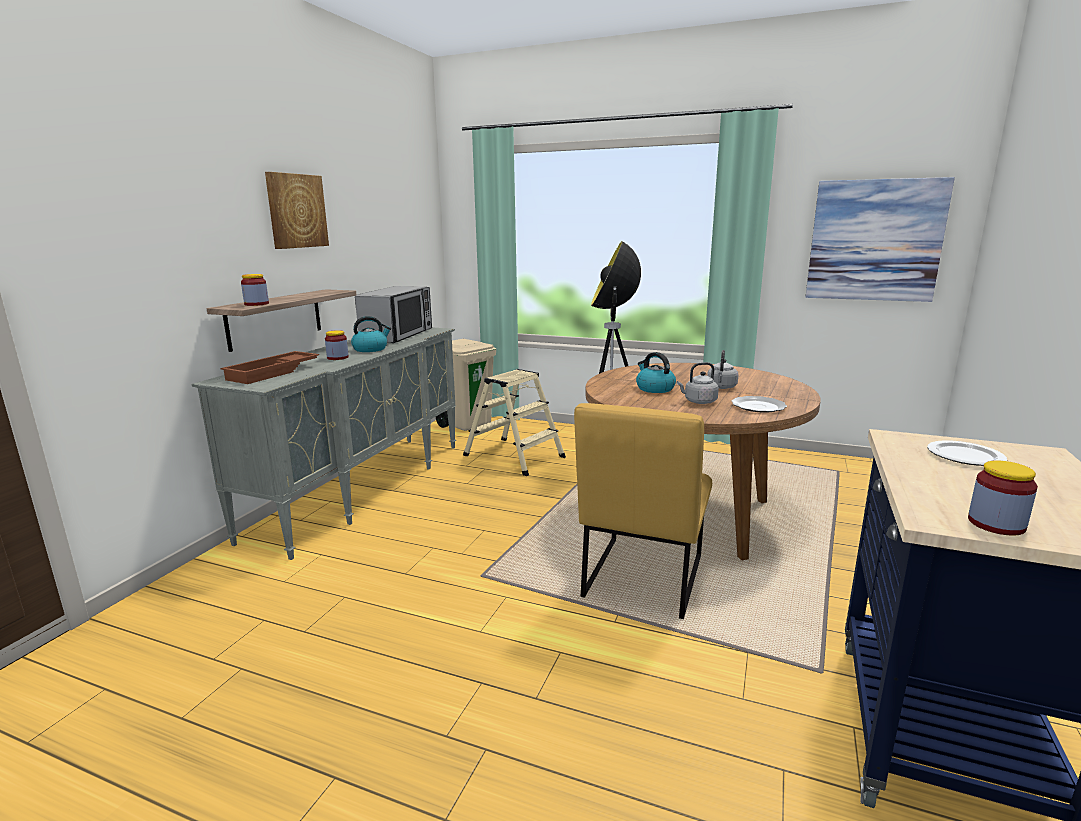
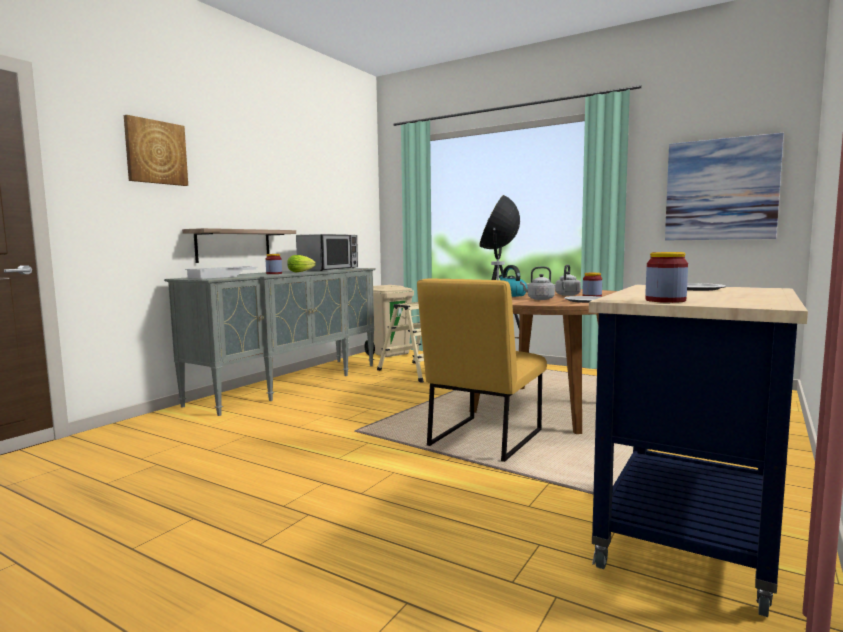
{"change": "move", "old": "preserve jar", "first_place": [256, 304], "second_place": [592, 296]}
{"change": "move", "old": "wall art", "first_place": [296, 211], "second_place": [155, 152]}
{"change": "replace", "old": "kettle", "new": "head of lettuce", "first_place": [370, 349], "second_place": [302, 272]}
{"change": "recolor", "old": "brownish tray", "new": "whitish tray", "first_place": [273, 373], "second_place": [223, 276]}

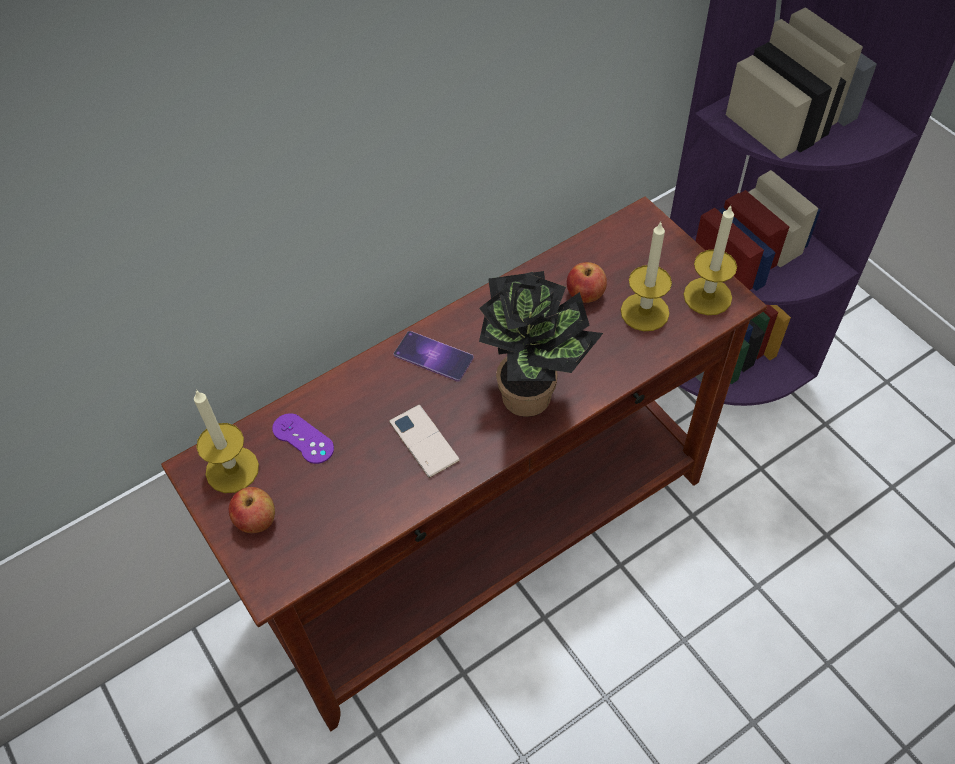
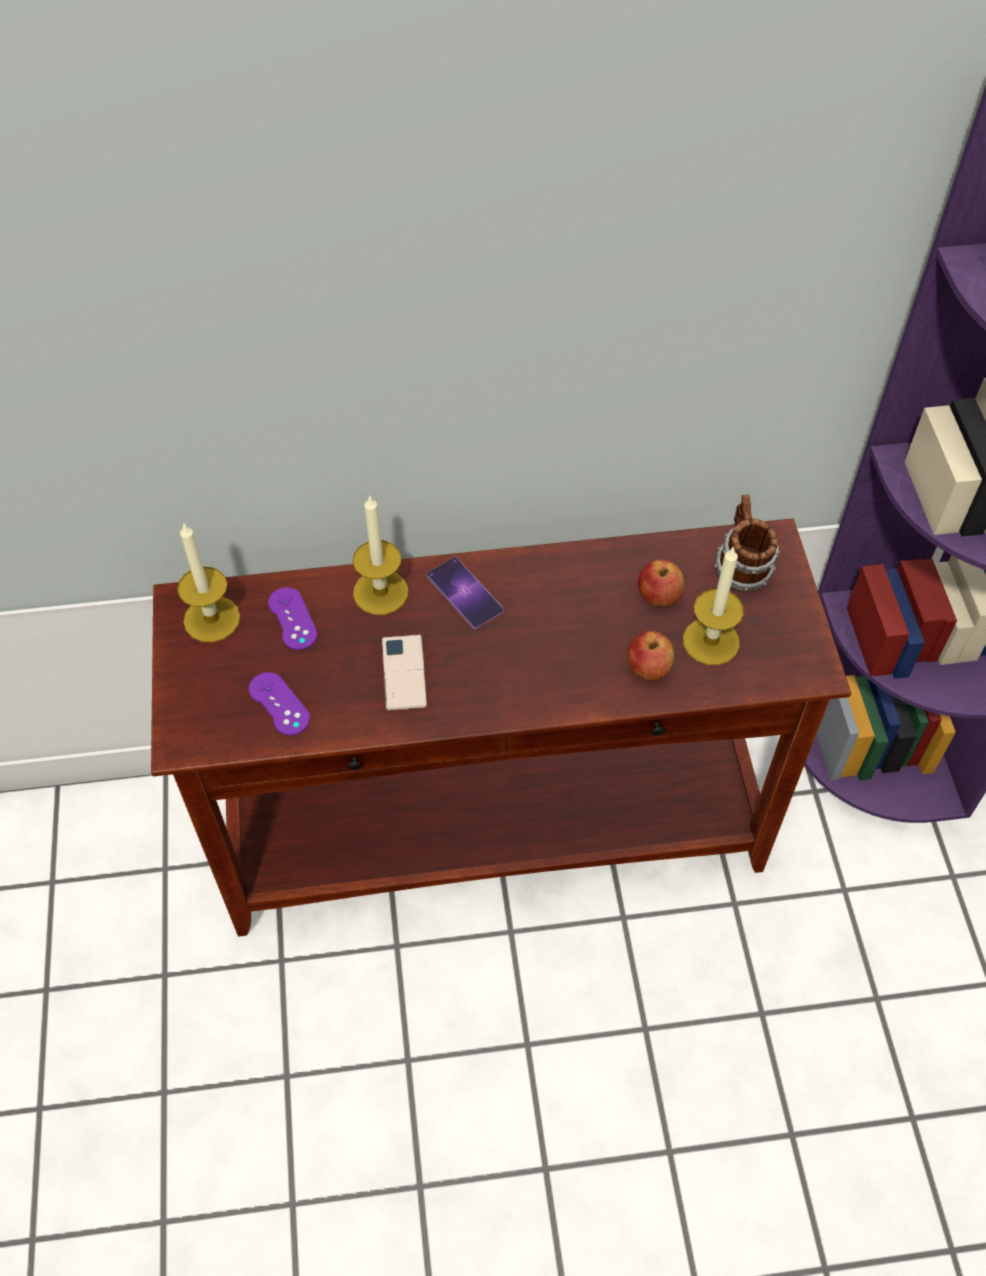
{"change": "delete", "old": "potted plant", "first_place": [534, 398]}
{"change": "insert", "new": "purple joypad", "second_place": [279, 704]}
{"change": "insert", "new": "coffee mug", "second_place": [740, 569]}
{"change": "move", "old": "apple", "first_place": [256, 521], "second_place": [648, 669]}
{"change": "move", "old": "wax light", "first_place": [707, 296], "second_place": [380, 592]}

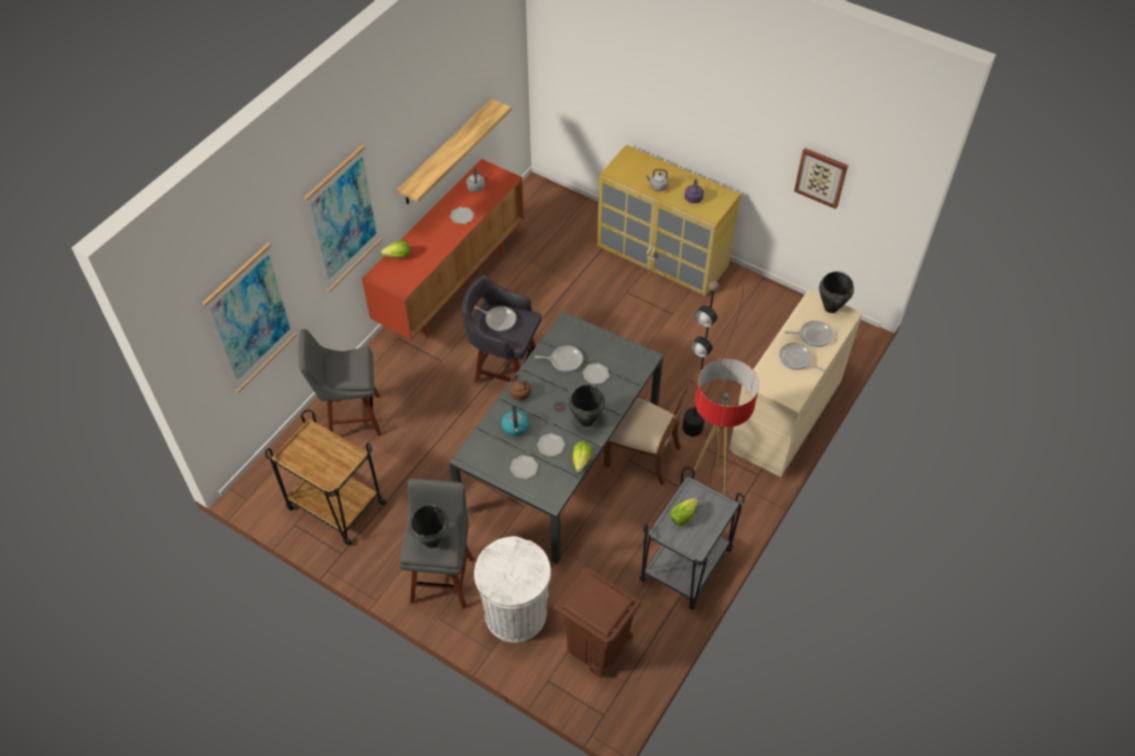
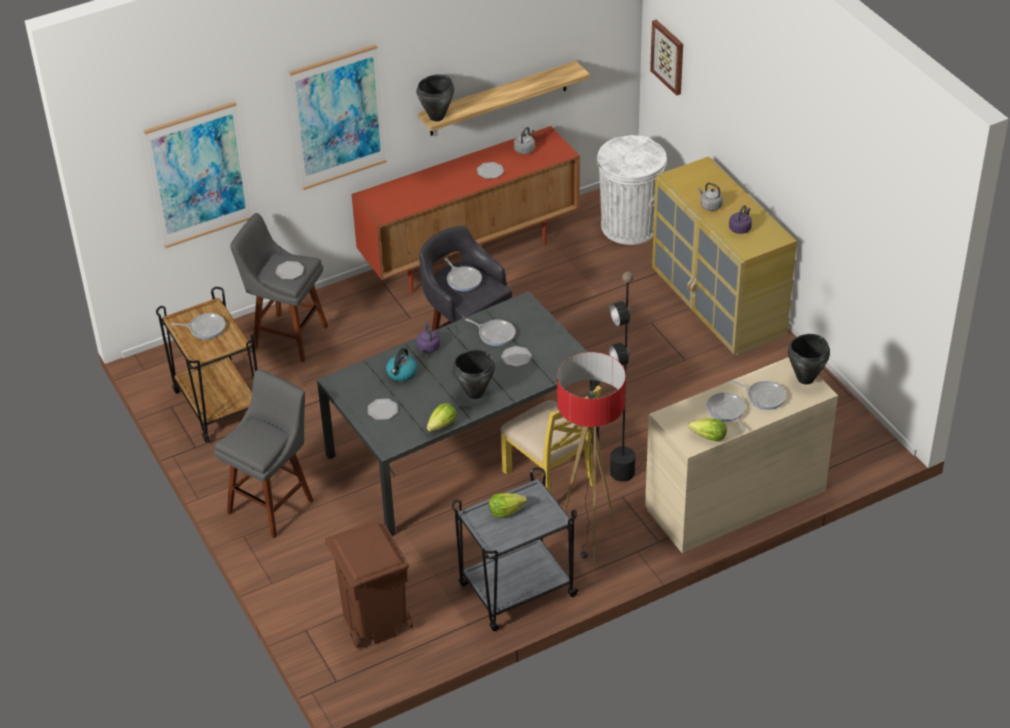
{"change": "insert", "new": "frying pan", "second_place": [205, 328]}
{"change": "move", "old": "head of lettuce", "first_place": [398, 256], "second_place": [709, 437]}
{"change": "move", "old": "black cooking pot", "first_place": [432, 541], "second_place": [437, 117]}
{"change": "move", "old": "whitish waste bin", "first_place": [515, 614], "second_place": [629, 226]}
{"change": "move", "old": "plate", "first_place": [551, 446], "second_place": [290, 271]}
{"change": "move", "old": "wall art", "first_place": [821, 177], "second_place": [668, 56]}
{"change": "recolor", "old": "brownish kettle", "new": "purple kettle", "first_place": [519, 393], "second_place": [428, 346]}
{"change": "recolor", "old": "brownish upright chair", "new": "yellow-coloured upright chair", "first_place": [643, 455], "second_place": [550, 478]}

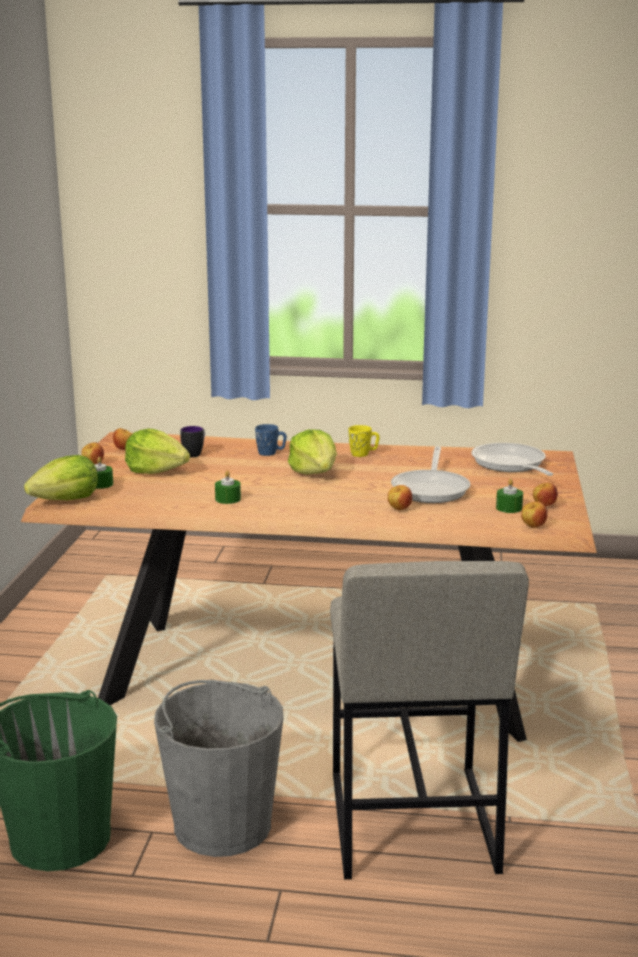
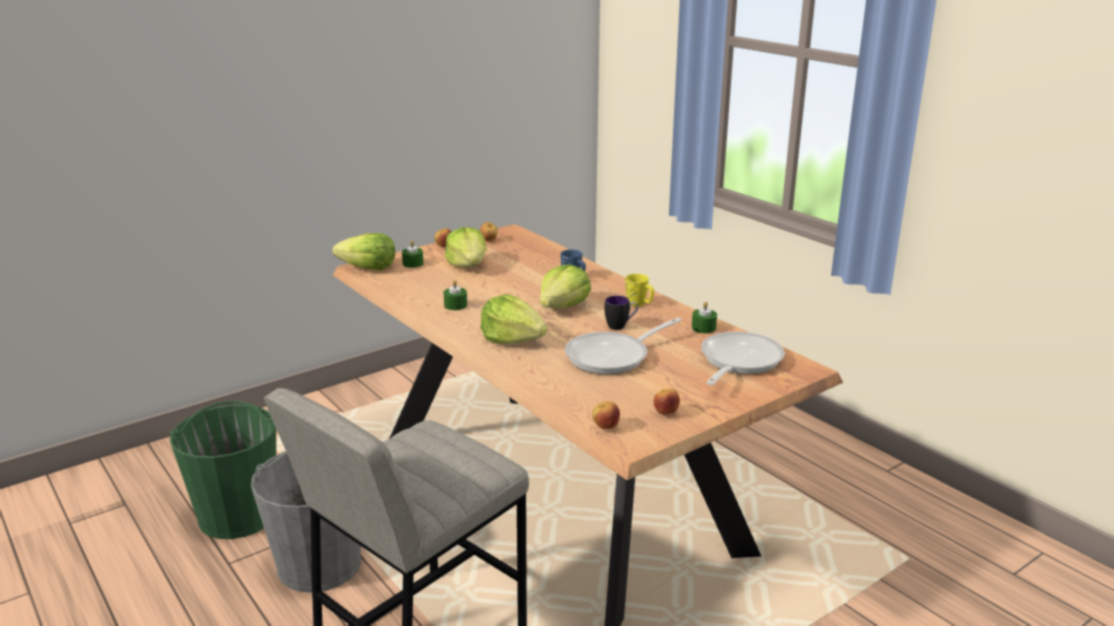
{"change": "delete", "old": "apple", "first_place": [399, 509]}
{"change": "insert", "new": "head of lettuce", "second_place": [513, 339]}
{"change": "move", "old": "coffee mug", "first_place": [195, 454], "second_place": [621, 326]}
{"change": "move", "old": "green wax light", "first_place": [509, 508], "second_place": [703, 328]}

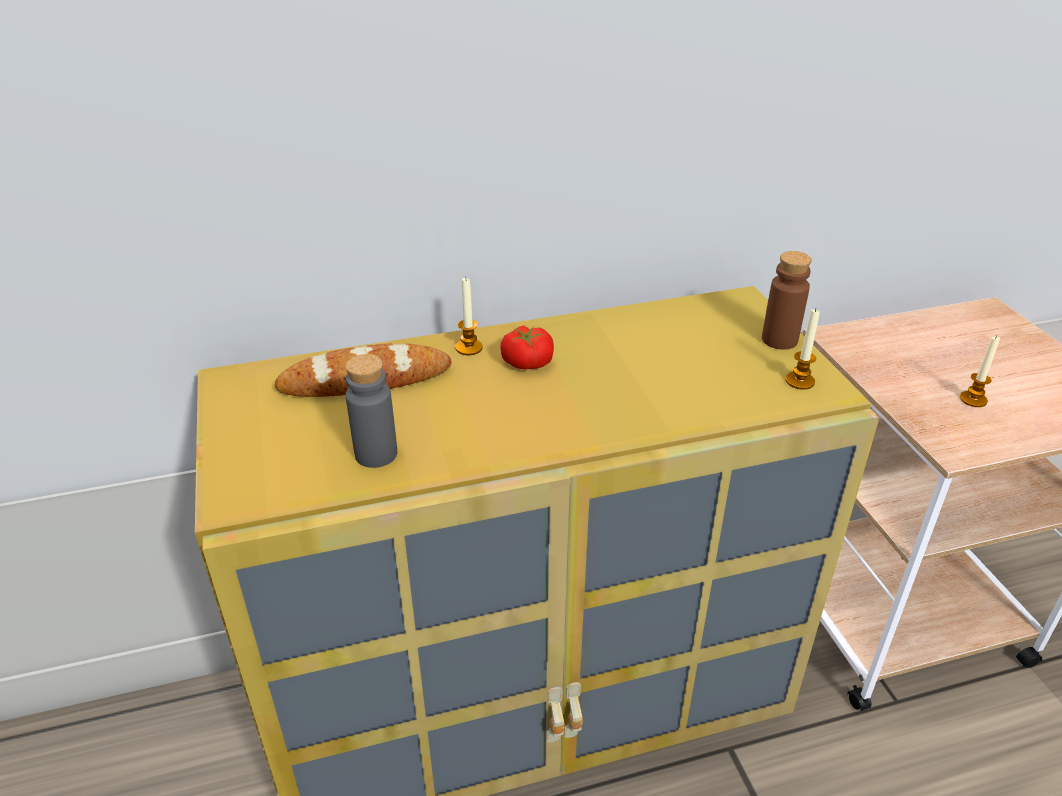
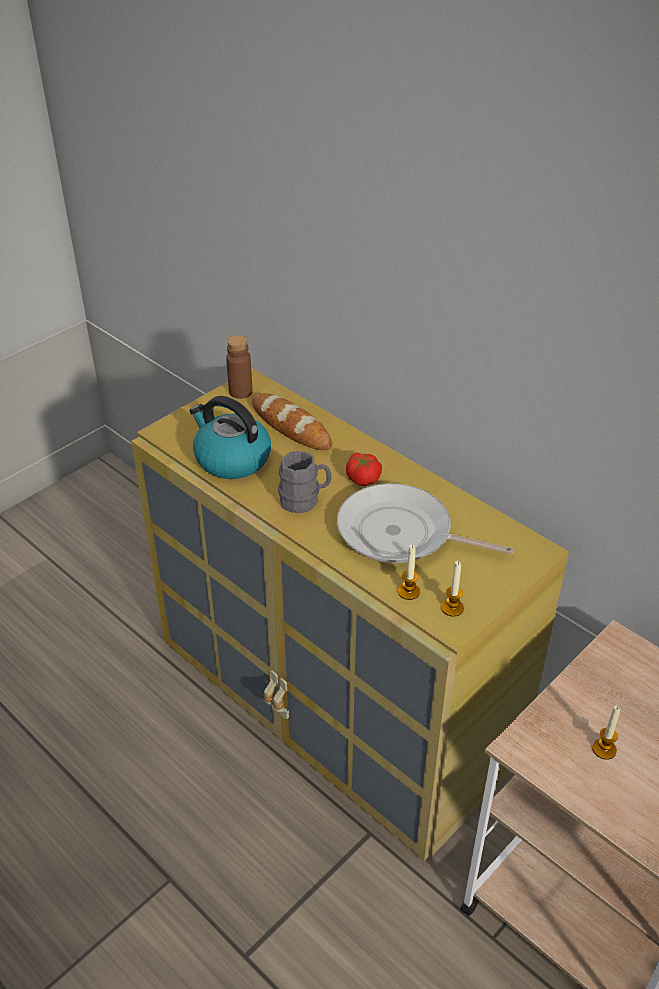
{"change": "insert", "new": "grey coffee mug", "second_place": [305, 500]}
{"change": "insert", "new": "frying pan", "second_place": [401, 534]}
{"change": "move", "old": "wax light", "first_place": [469, 348], "second_place": [408, 592]}
{"change": "move", "old": "brownish beverage bottle", "first_place": [779, 340], "second_place": [240, 392]}
{"change": "replace", "old": "grey beverage bottle", "new": "kettle", "first_place": [376, 454], "second_place": [231, 459]}

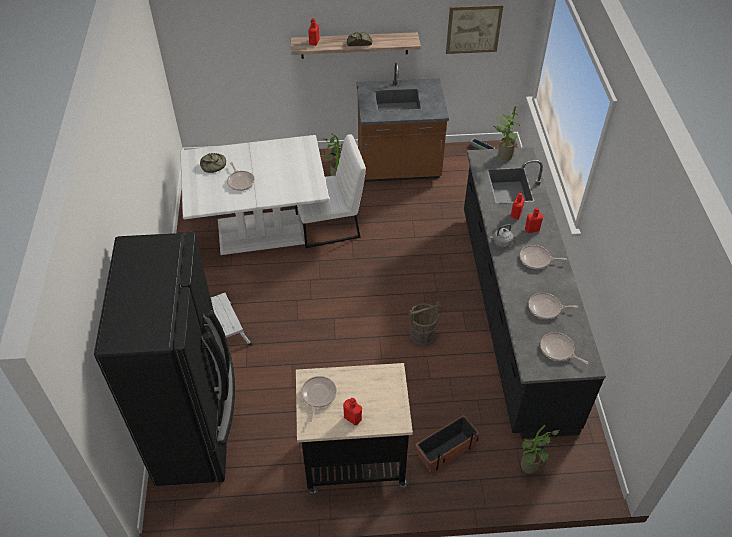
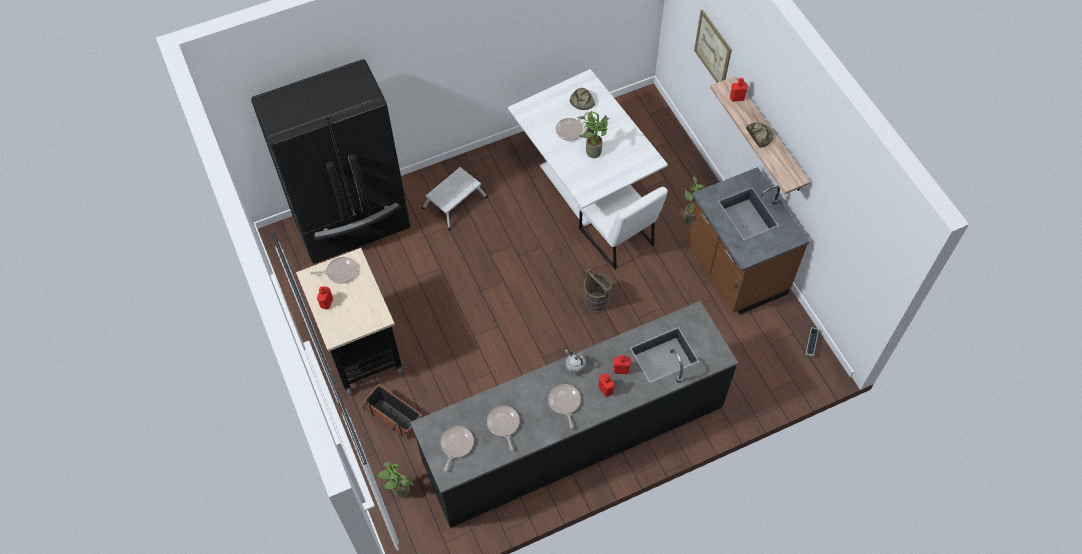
{"change": "move", "old": "brownish water bucket", "first_place": [422, 335], "second_place": [596, 302]}
{"change": "move", "old": "wall art", "first_place": [473, 29], "second_place": [713, 49]}
{"change": "move", "old": "potted plant", "first_place": [503, 155], "second_place": [593, 150]}

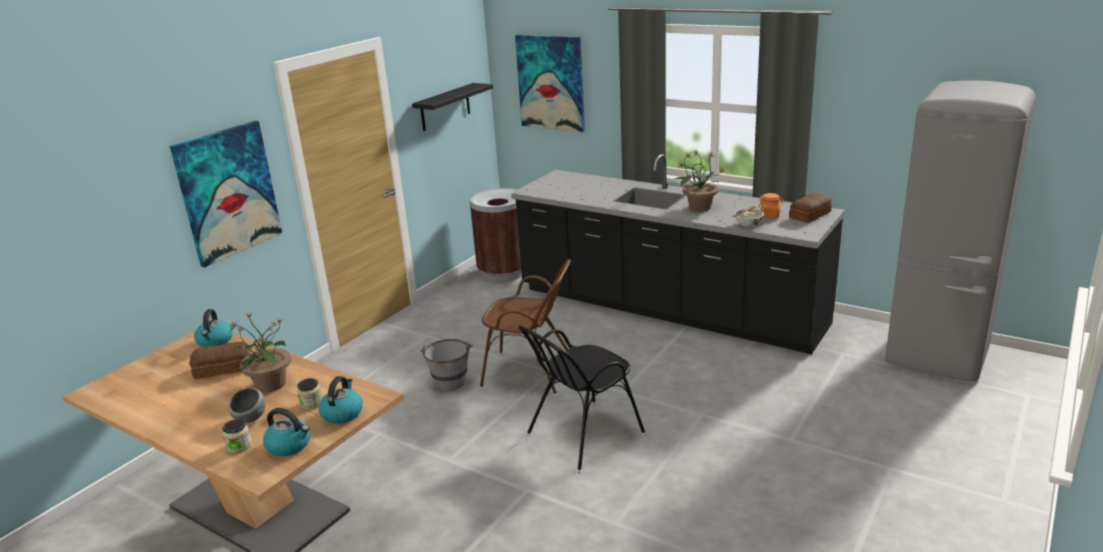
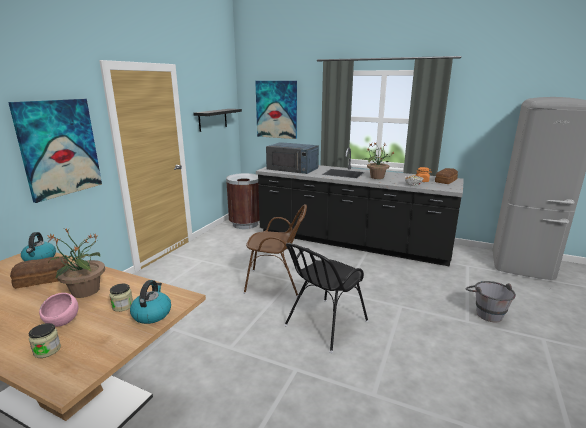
{"change": "delete", "old": "kettle", "first_place": [290, 445]}
{"change": "insert", "new": "bluish microwave oven", "second_place": [293, 168]}
{"change": "move", "old": "grey water bucket", "first_place": [450, 379], "second_place": [485, 312]}
{"change": "recolor", "old": "grey bowl", "new": "pink-coloured bowl", "first_place": [251, 419], "second_place": [63, 322]}

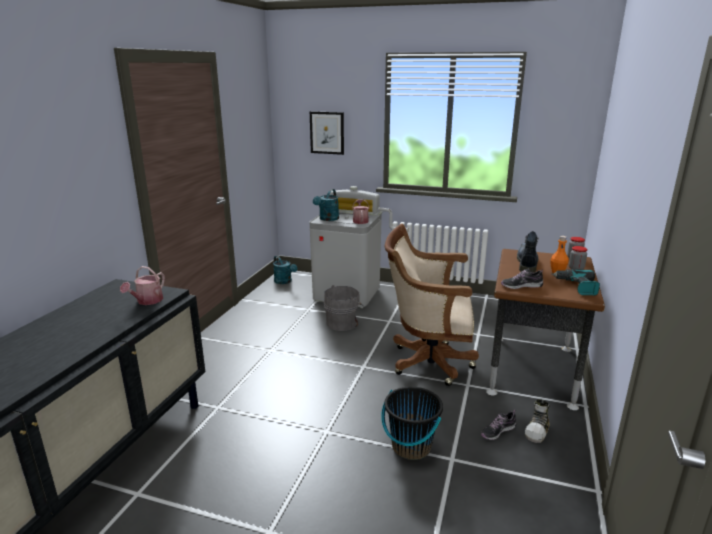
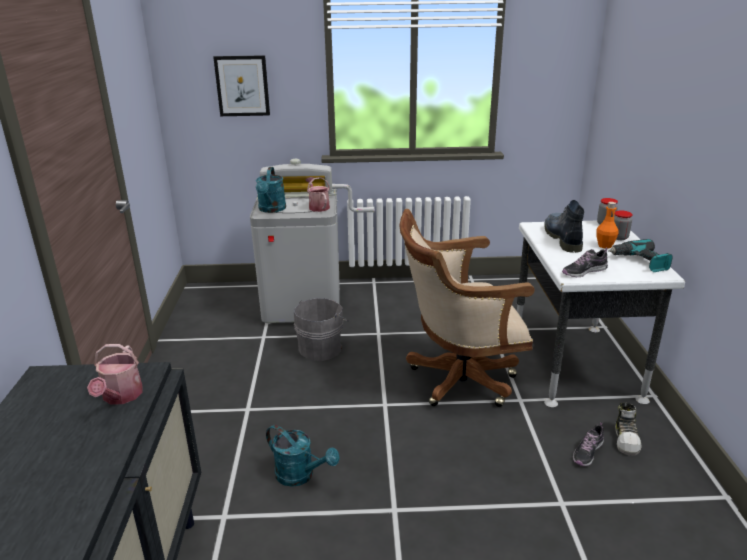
{"change": "delete", "old": "black water bucket", "first_place": [411, 447]}
{"change": "move", "old": "turquoise sprinkling can", "first_place": [285, 281], "second_place": [300, 475]}
{"change": "recolor", "old": "brownish desk table", "new": "whitish desk table", "first_place": [532, 369], "second_place": [575, 363]}

